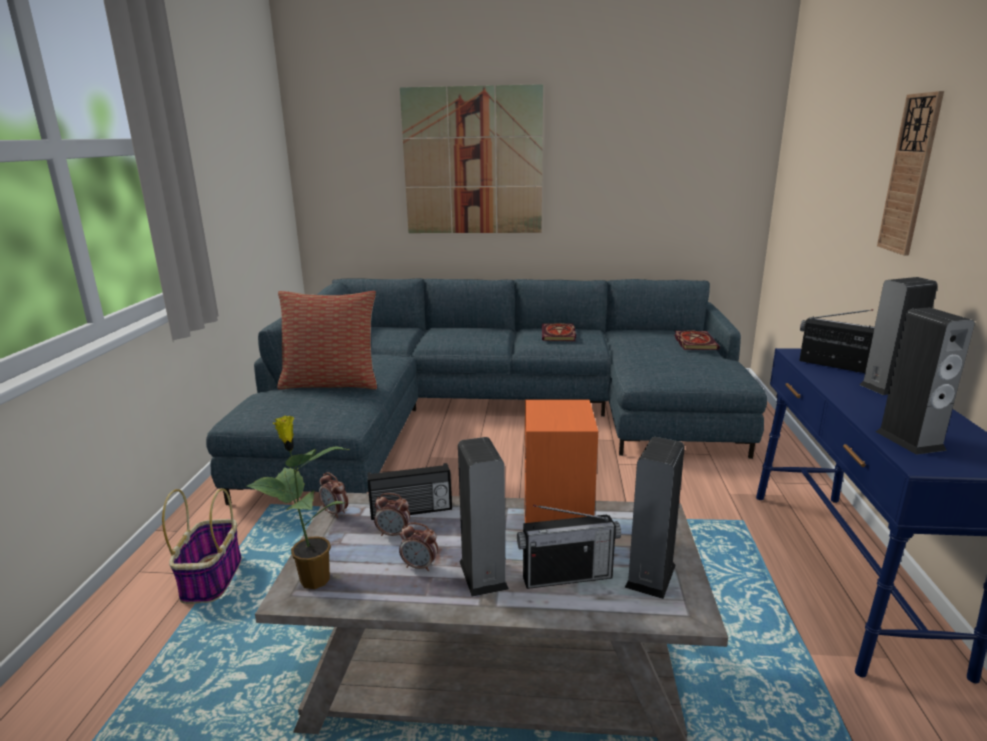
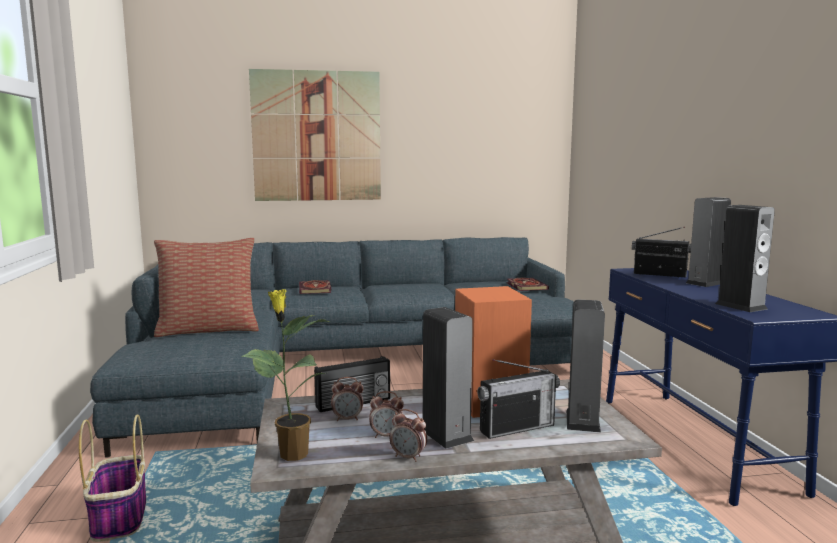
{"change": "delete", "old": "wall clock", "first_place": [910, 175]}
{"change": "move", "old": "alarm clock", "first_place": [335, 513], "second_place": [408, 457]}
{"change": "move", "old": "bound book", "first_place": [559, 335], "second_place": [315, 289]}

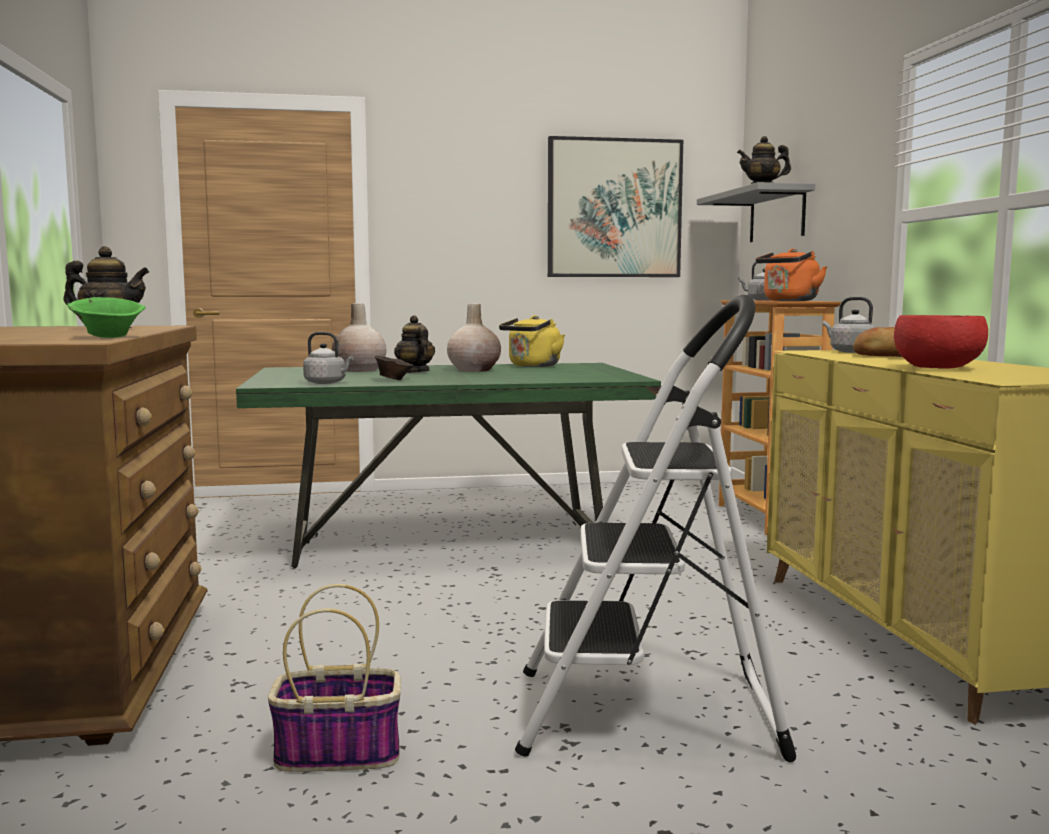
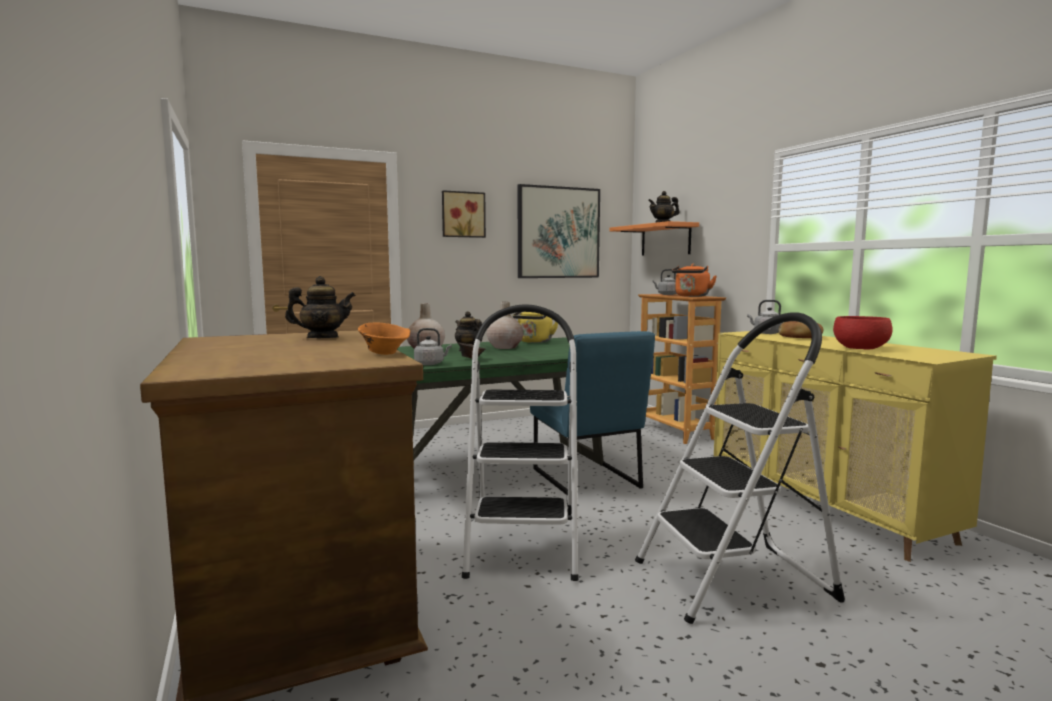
{"change": "delete", "old": "basket", "first_place": [340, 753]}
{"change": "insert", "new": "wall art", "second_place": [463, 214]}
{"change": "insert", "new": "step stool", "second_place": [525, 542]}
{"change": "insert", "new": "bluish upright chair", "second_place": [586, 479]}
{"change": "recolor", "old": "green bowl", "new": "orange-coloured bowl", "first_place": [109, 337], "second_place": [385, 353]}
{"change": "recolor", "old": "grey wall shelf", "new": "orange-coloured wall shelf", "first_place": [777, 215], "second_place": [665, 240]}

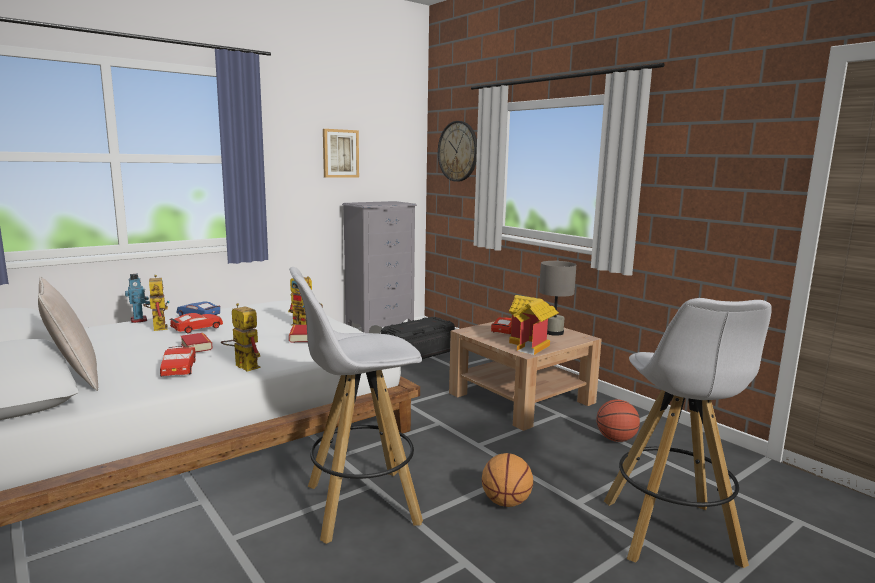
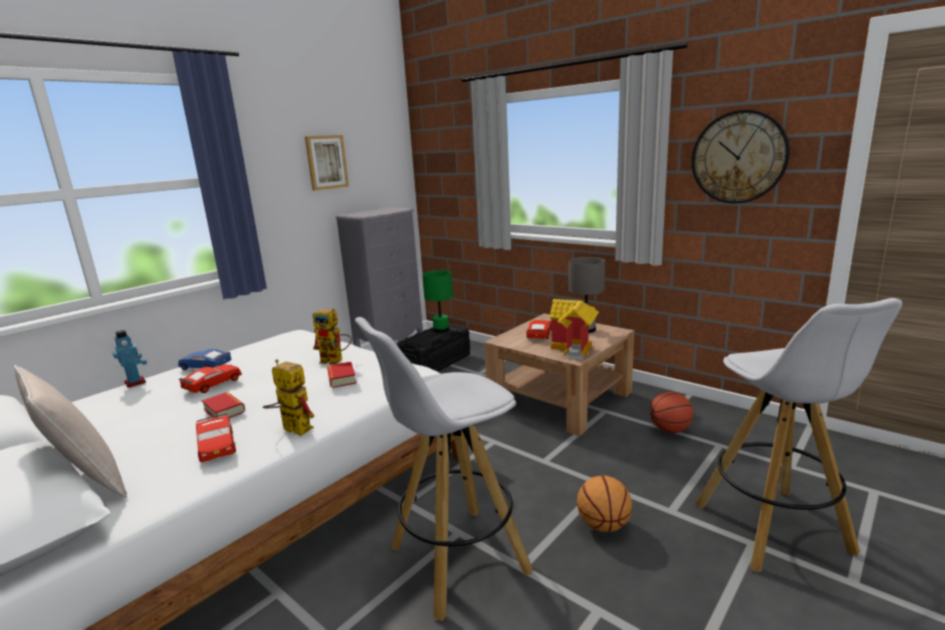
{"change": "delete", "old": "robot figure", "first_place": [158, 326]}
{"change": "insert", "new": "green tabletop lamp", "second_place": [441, 329]}
{"change": "move", "old": "wall clock", "first_place": [458, 151], "second_place": [738, 157]}

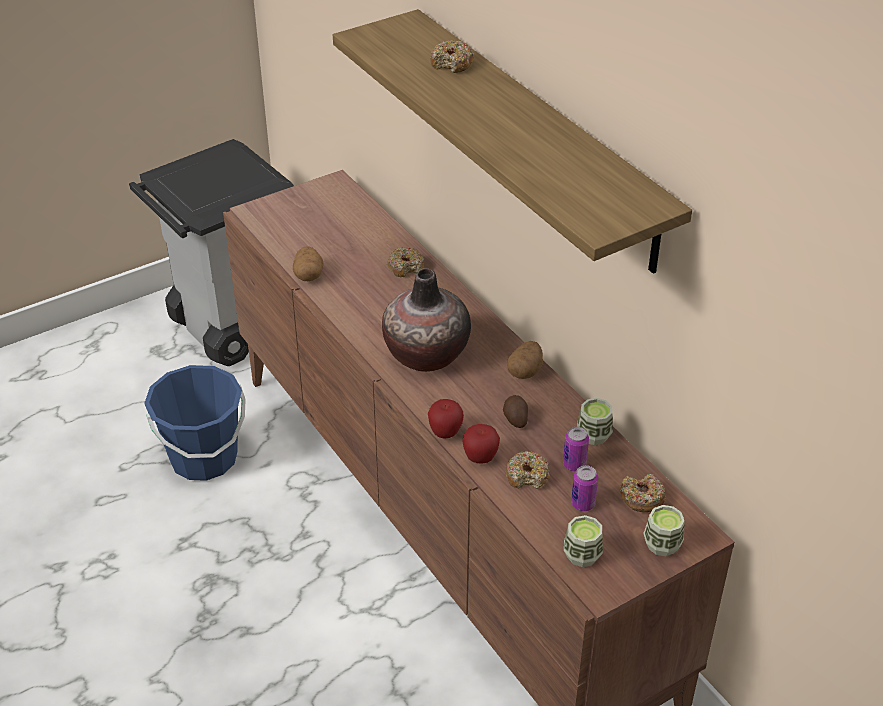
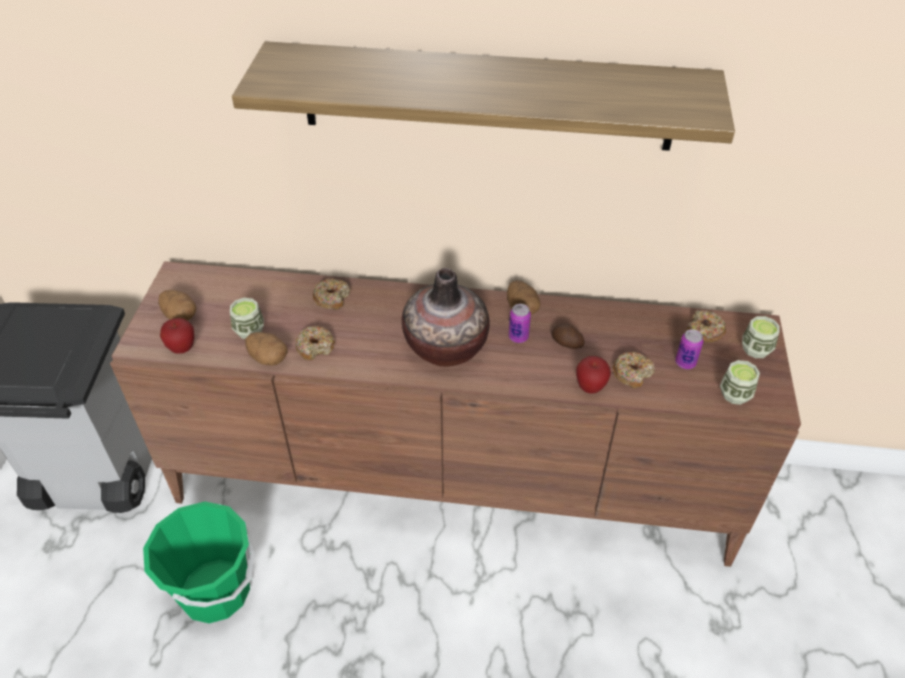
{"change": "insert", "new": "whole potato", "second_place": [180, 315]}
{"change": "move", "old": "apple", "first_place": [445, 433], "second_place": [182, 348]}
{"change": "move", "old": "doughnut", "first_place": [452, 63], "second_place": [315, 347]}
{"change": "move", "old": "sealed can", "first_place": [574, 464], "second_place": [518, 337]}
{"change": "move", "old": "cup", "first_place": [594, 435], "second_place": [249, 330]}
{"change": "recolor", "old": "bluish water bucket", "new": "green water bucket", "first_place": [204, 458], "second_place": [215, 591]}

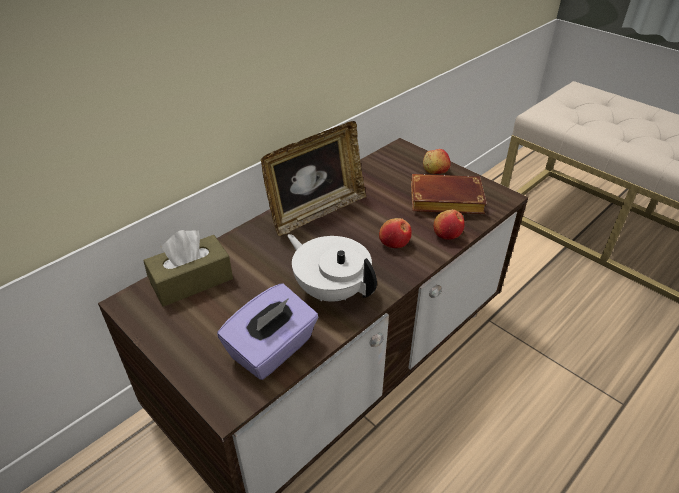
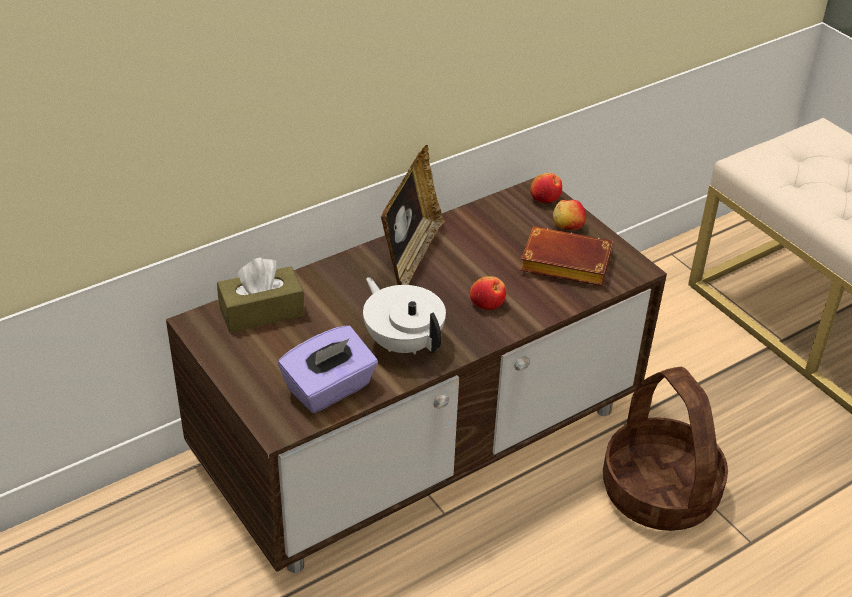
{"change": "insert", "new": "basket", "second_place": [660, 492]}
{"change": "move", "old": "apple", "first_place": [446, 234], "second_place": [544, 198]}
{"change": "rotate", "old": "photo frame", "first_place": [316, 211], "second_place": [411, 255], "degrees": -45}

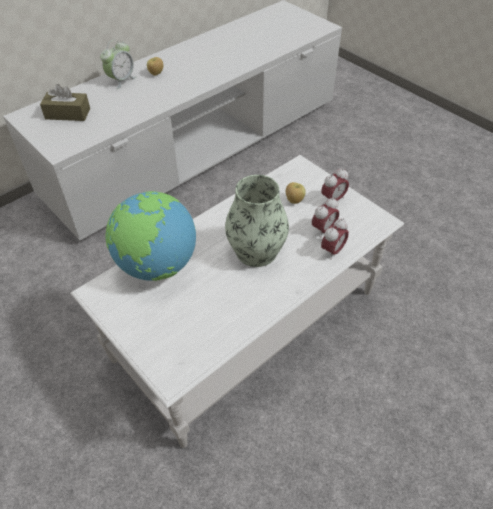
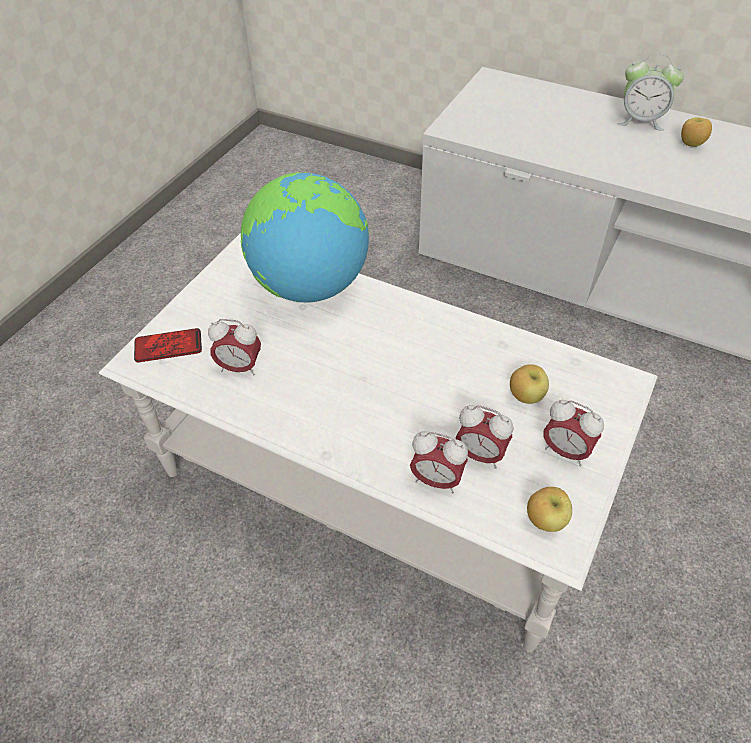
{"change": "delete", "old": "brownish tissue holder", "first_place": [68, 114]}
{"change": "delete", "old": "vase", "first_place": [256, 251]}
{"change": "insert", "new": "telephone", "second_place": [168, 346]}
{"change": "insert", "new": "alarm clock", "second_place": [240, 368]}
{"change": "insert", "new": "apple", "second_place": [545, 521]}

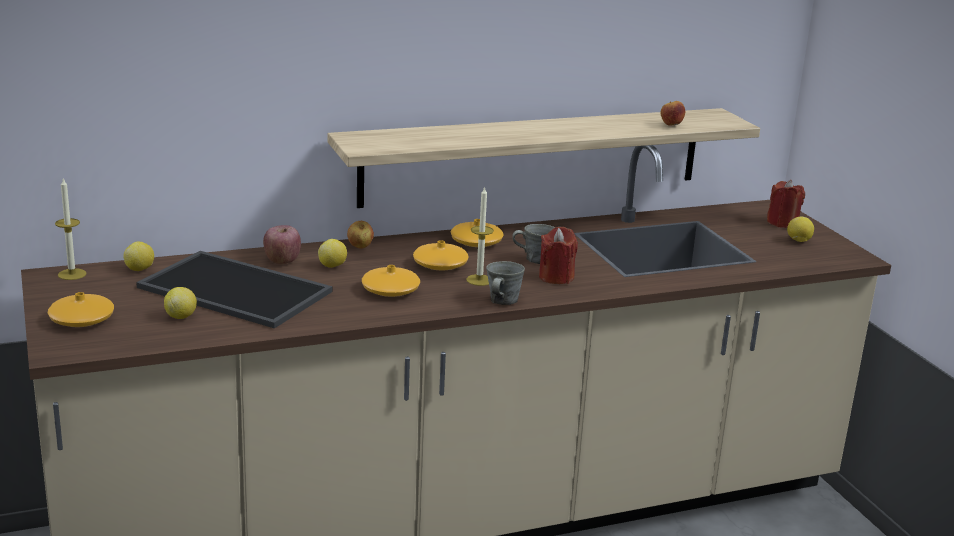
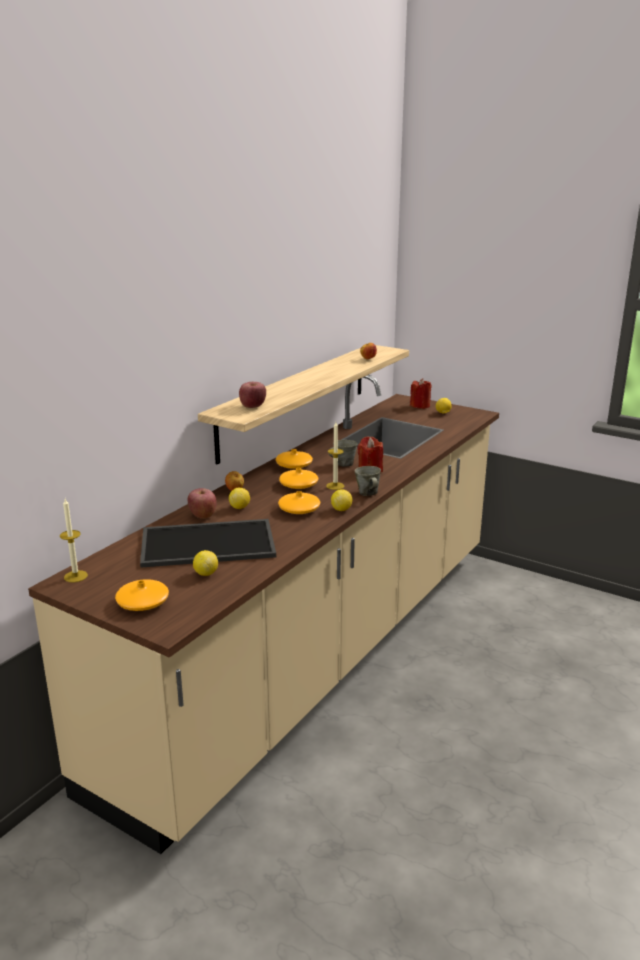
{"change": "insert", "new": "apple", "second_place": [253, 406]}
{"change": "move", "old": "lemon", "first_place": [140, 269], "second_place": [341, 509]}

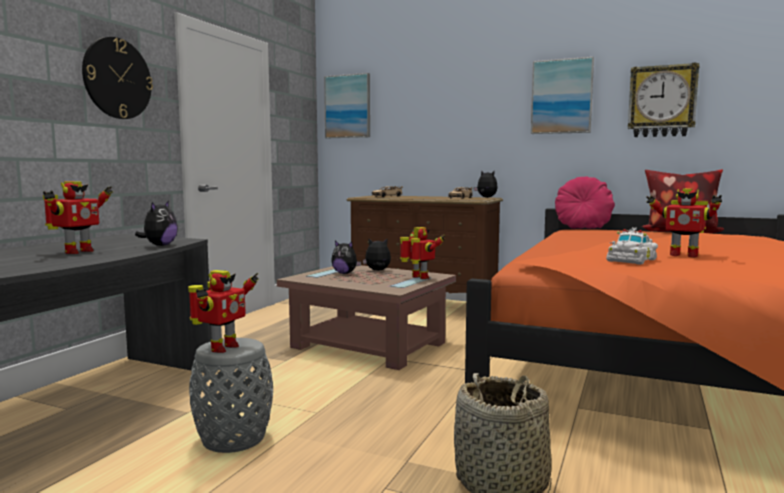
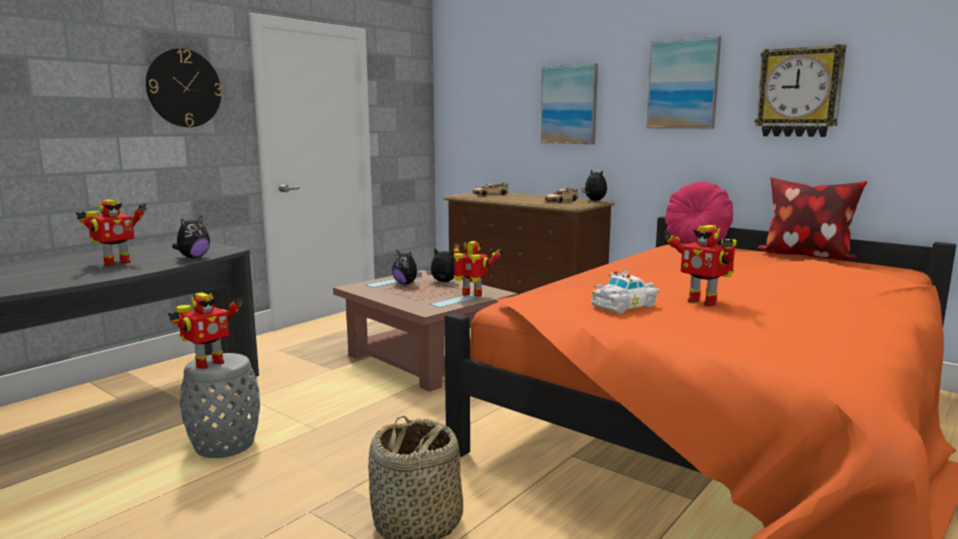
{"change": "move", "old": "wall art", "first_place": [348, 106], "second_place": [569, 104]}
{"change": "rotate", "old": "robot figure", "first_place": [419, 278], "second_place": [472, 295], "degrees": -45}

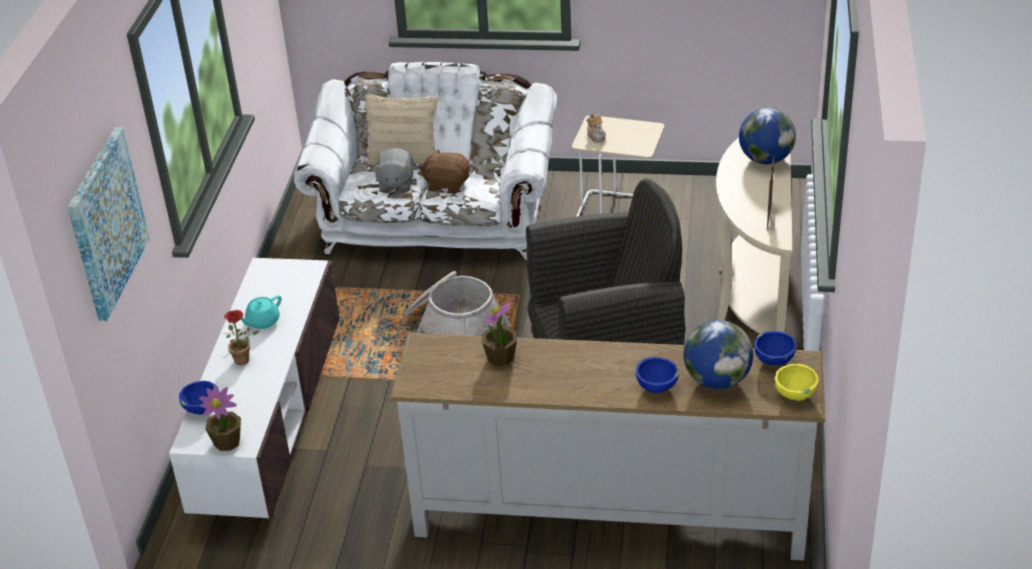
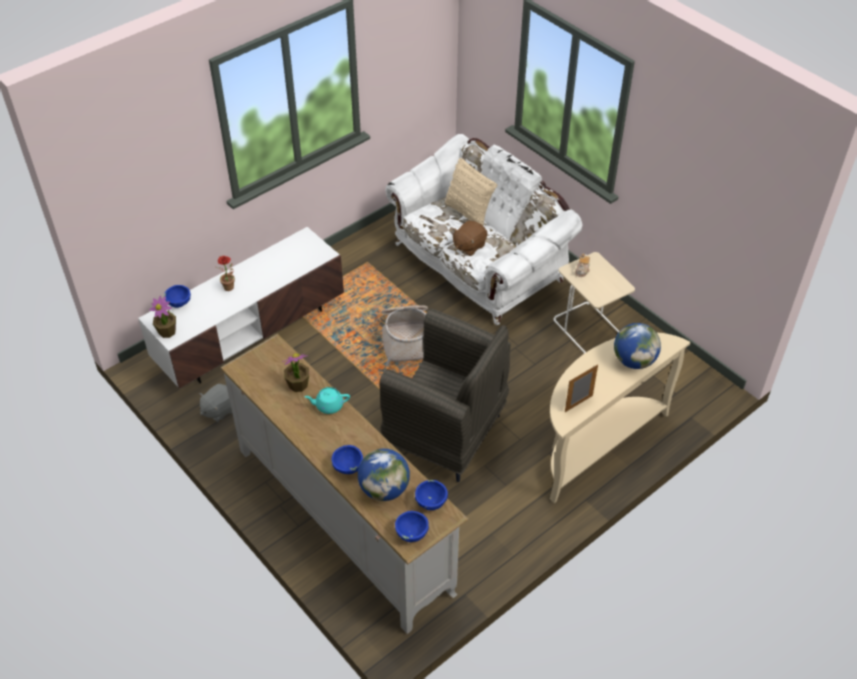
{"change": "delete", "old": "wall art", "first_place": [106, 223]}
{"change": "move", "old": "turquoise tea pot", "first_place": [262, 322], "second_place": [328, 405]}
{"change": "move", "old": "grey cuddly toy", "first_place": [395, 183], "second_place": [219, 410]}
{"change": "recolor", "old": "yellow-coloured bowl", "new": "bluish bowl", "first_place": [794, 395], "second_place": [411, 533]}
{"change": "rotate", "old": "brownish cuddly toy", "first_place": [447, 184], "second_place": [469, 246], "degrees": -105}

